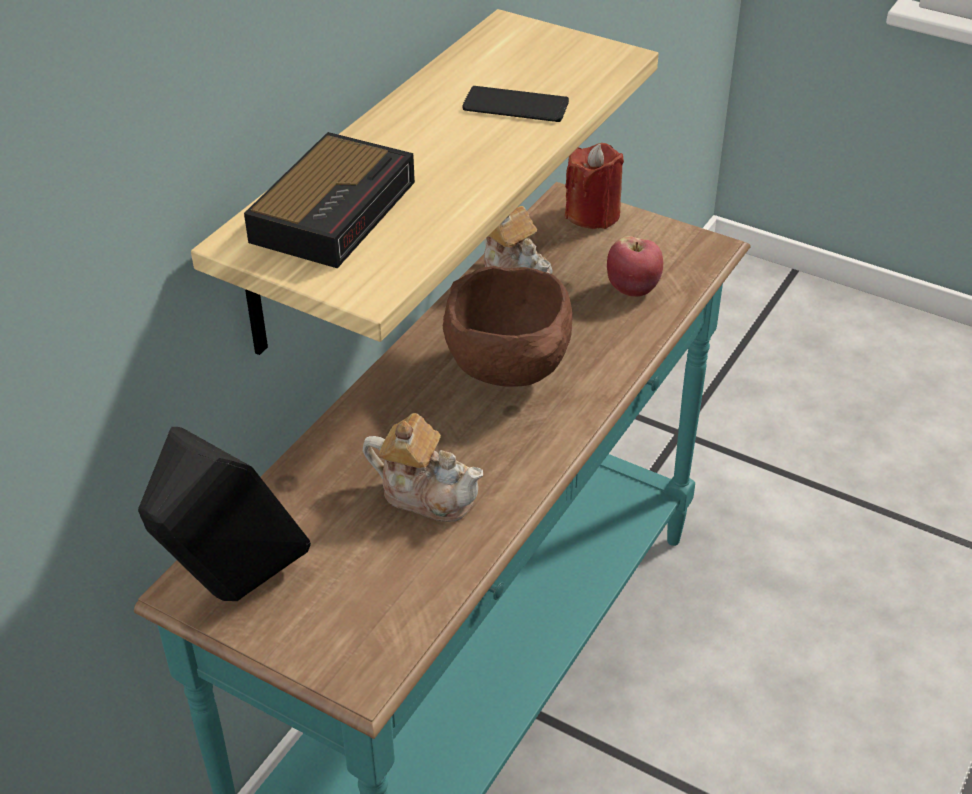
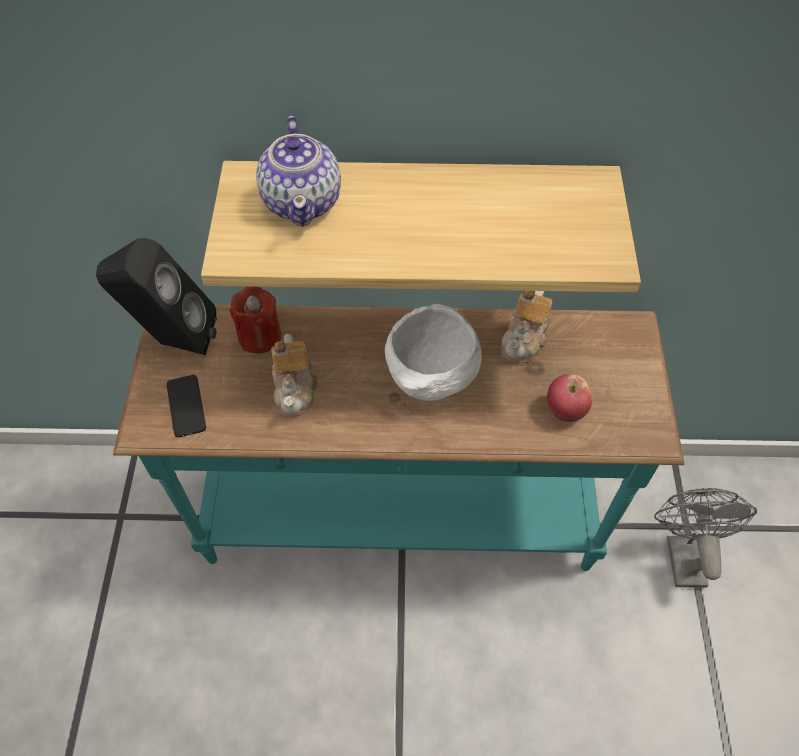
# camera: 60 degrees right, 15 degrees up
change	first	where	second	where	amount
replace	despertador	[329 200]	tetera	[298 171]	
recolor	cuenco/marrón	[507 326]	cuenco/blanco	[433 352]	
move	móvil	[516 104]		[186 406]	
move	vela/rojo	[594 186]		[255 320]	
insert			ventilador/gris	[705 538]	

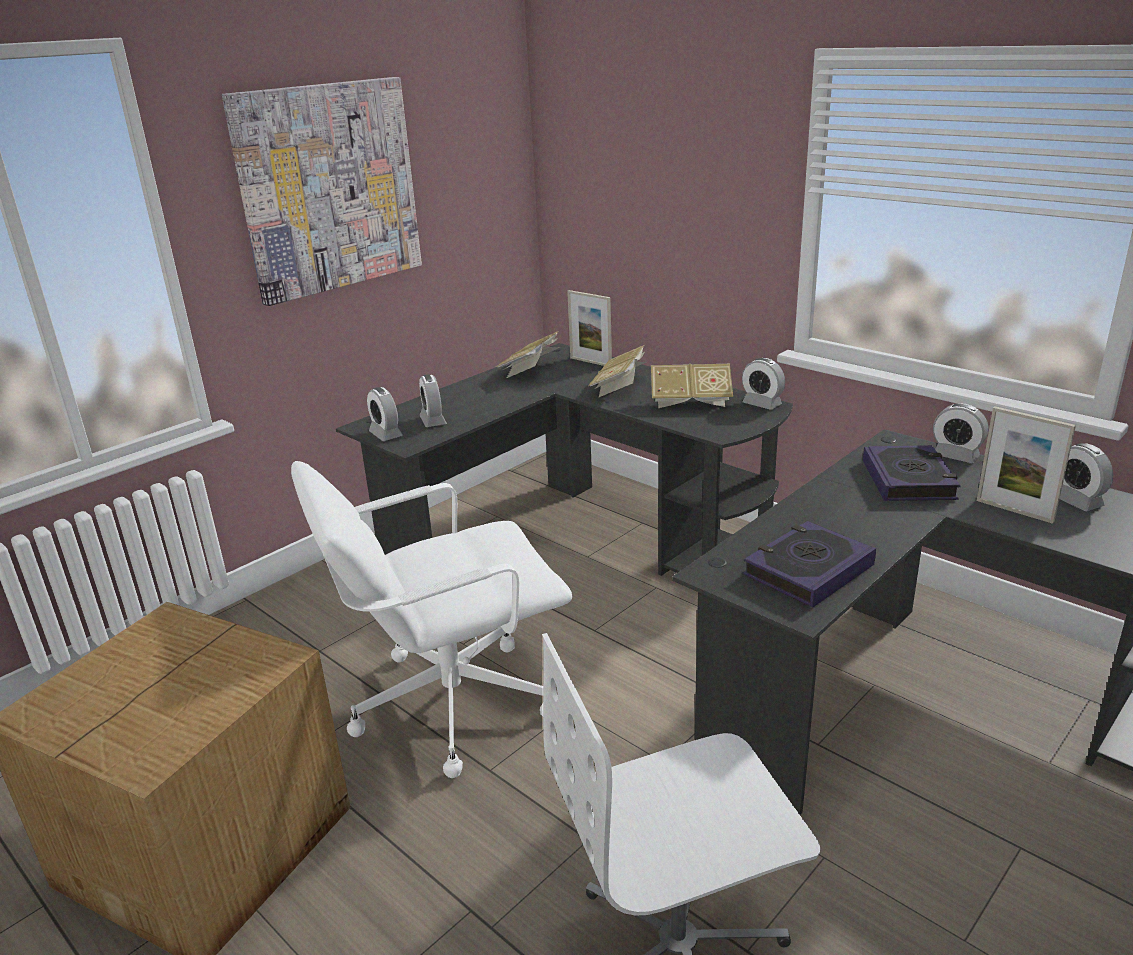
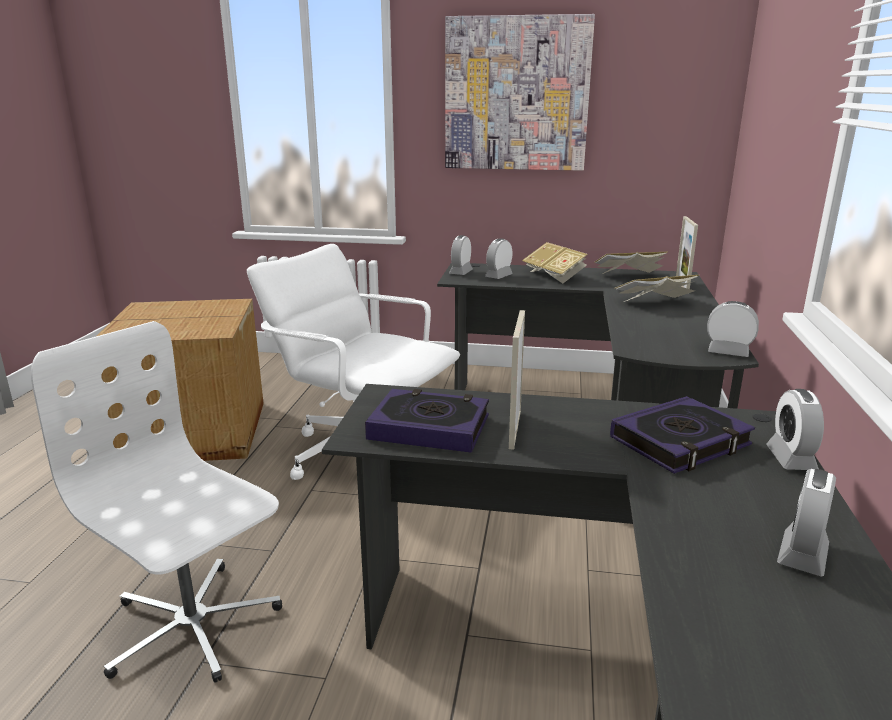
# camera: 55 degrees right, 5 degrees down
change	first	where	second	where	amount
move	libro	[692 386]		[555 263]	
rotate	despertador	[763 384]		[733 329]	105 degrees clockwise
move	portarretratos	[1026 465]		[517 380]	

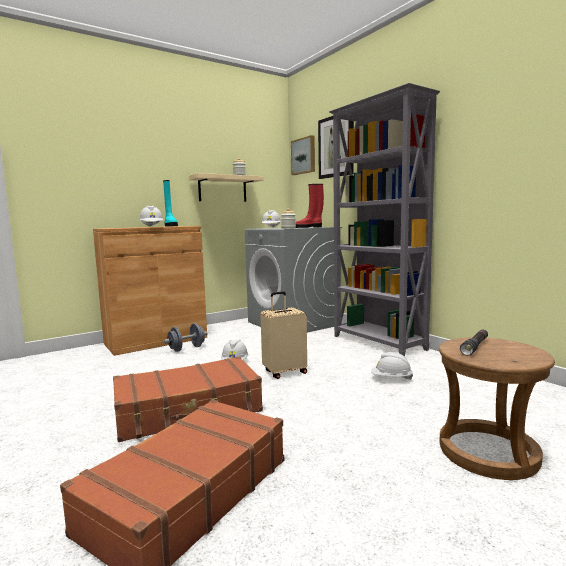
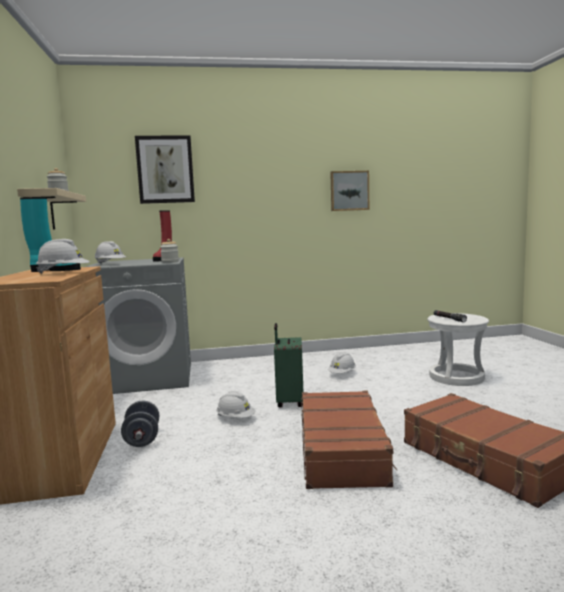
# camera: 65 degrees left, 0 degrees up
change	first	where	second	where	amount
recolor	maleta/beis	[283 335]	maleta/verde	[288 365]	
move	cuadro	[303 155]		[349 191]	
delete	estantería/gris	[384 220]			
recolor	taburete/marrón	[497 408]	taburete/blanco	[458 349]	

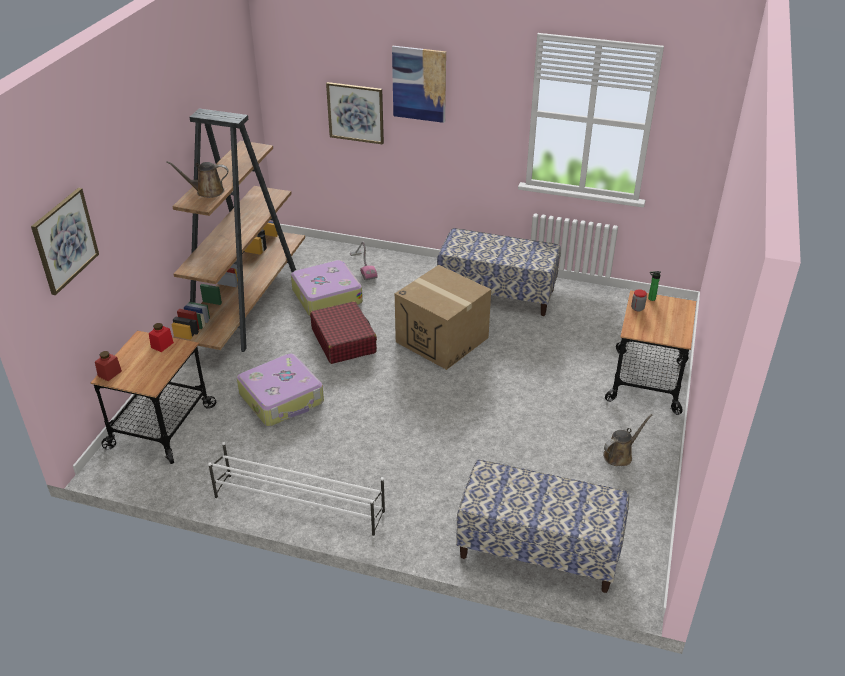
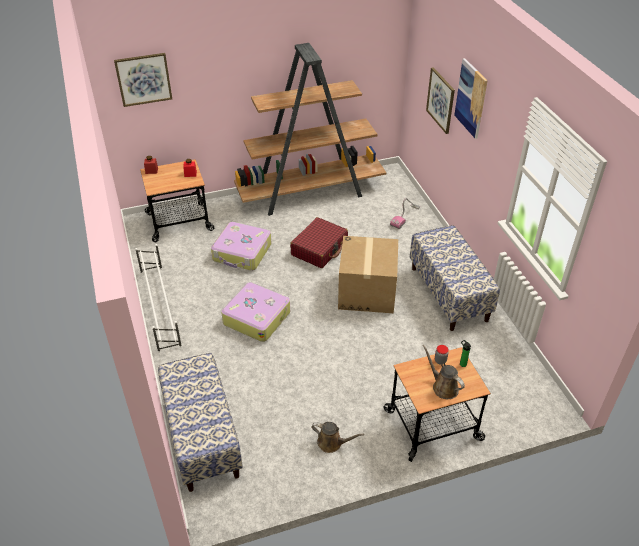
# camera: 55 degrees right, 5 degrees up
change	first	where	second	where	amount
move	regadera/marrón	[197 179]		[444 372]	
move	maleta	[327 288]		[255 312]	

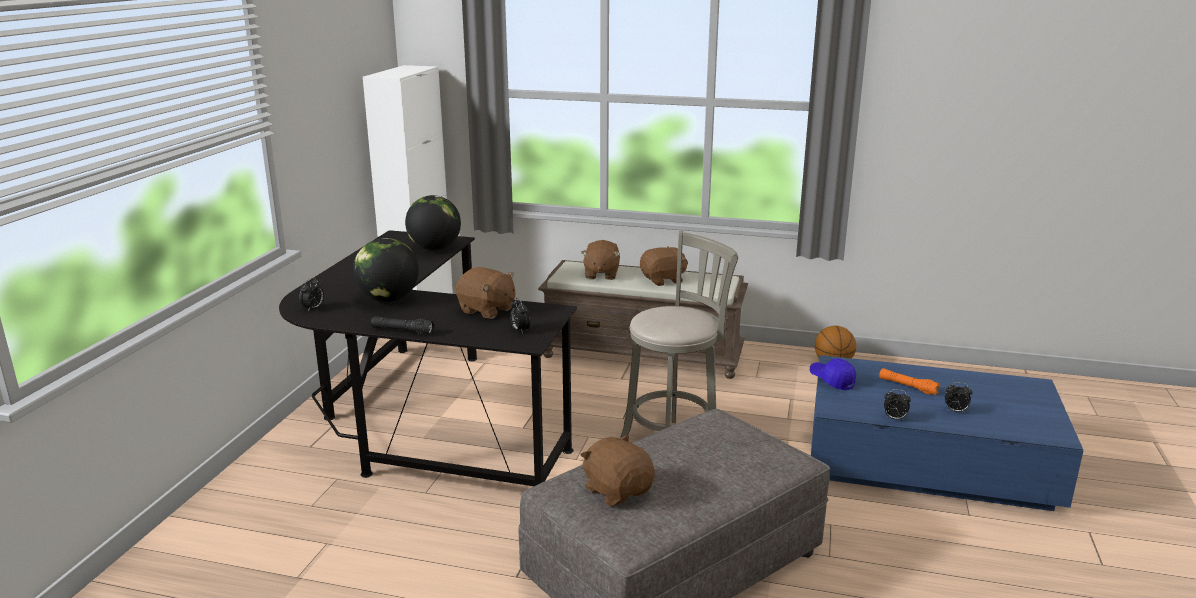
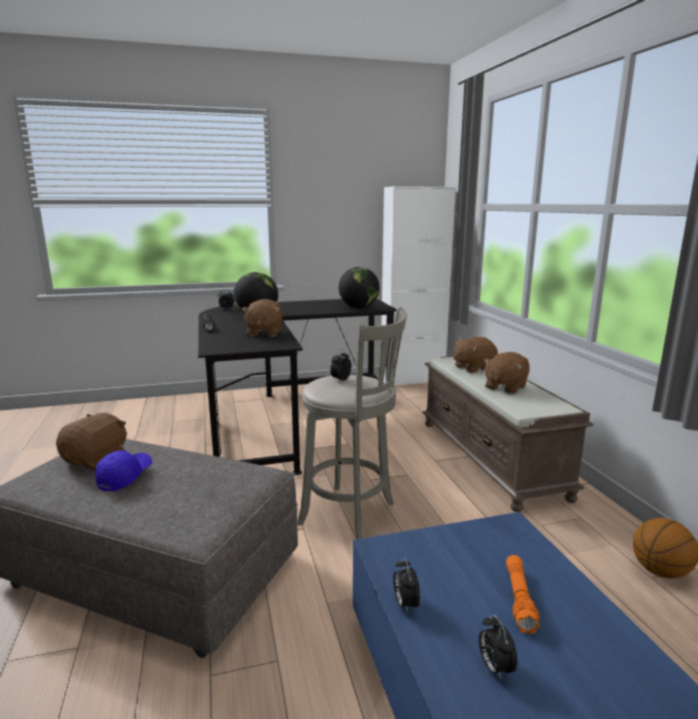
# camera: 60 degrees right, 5 degrees down
change	first	where	second	where	amount
move	despertador	[520 316]		[340 365]	
rotate	peluche/marrón	[664 266]		[506 373]	90 degrees clockwise
move	gorra/azul	[833 374]		[123 470]	

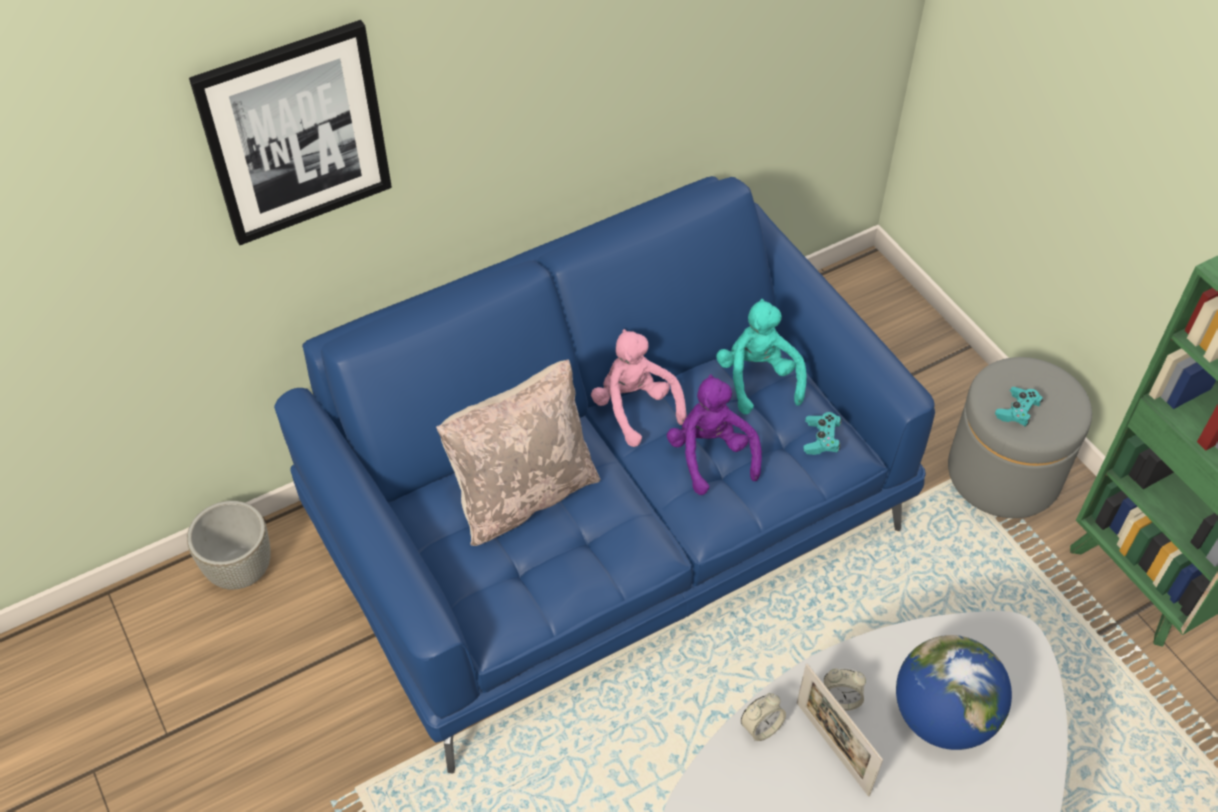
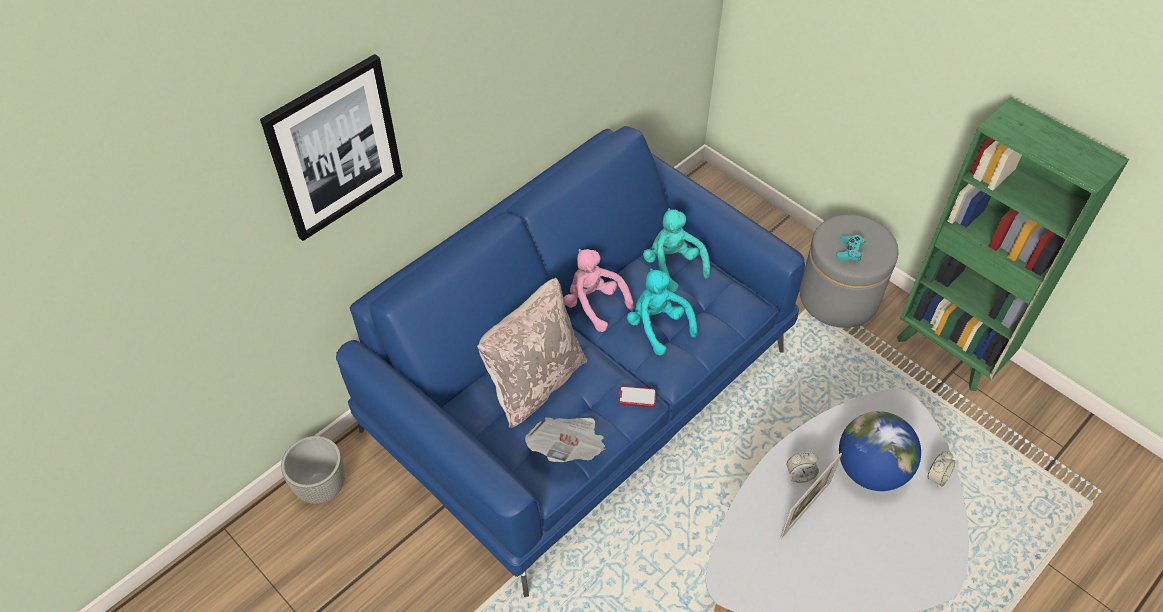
# camera: 15 degrees left, 0 degrees up
change	first	where	second	where	amount
recolor	peluche/morado	[714 434]	peluche/turquesa	[662 312]	
move	despertador	[763 717]		[941 469]	
rotate	portarretratos	[840 729]		[811 496]	90 degrees counterclockwise
delete	mando de consola/turquesa	[822 433]			
insert			periódico	[565 439]	
insert			móvil	[637 396]	

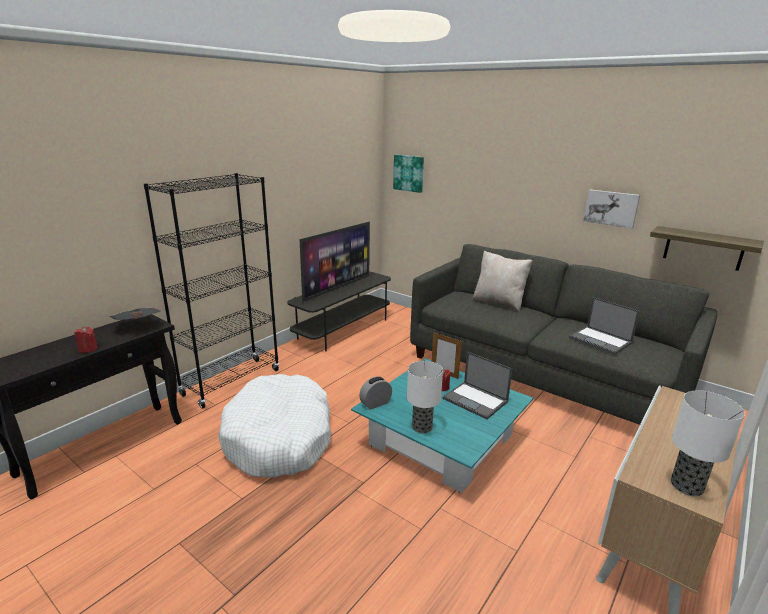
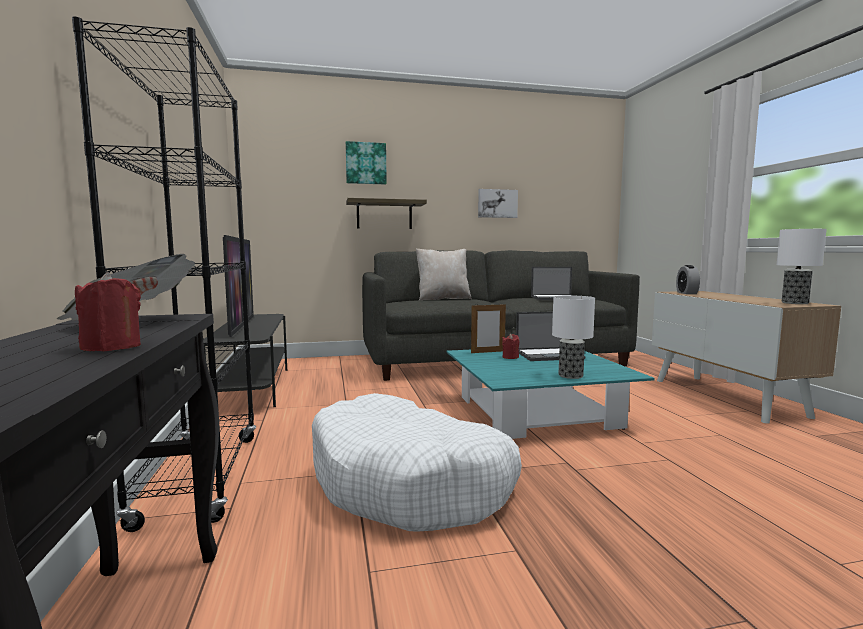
# camera: 50 degrees left, 15 degrees down
change	first	where	second	where	amount
move	despertador	[375 393]		[688 279]	
move	cuadro	[408 174]		[366 163]	
move	estante	[707 248]		[386 213]	

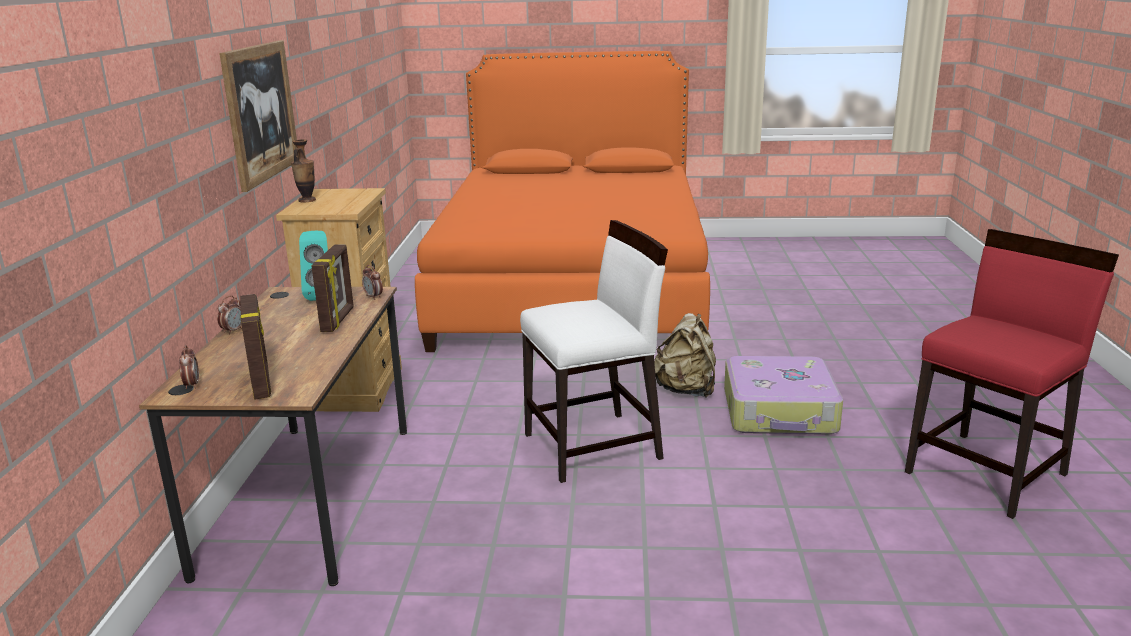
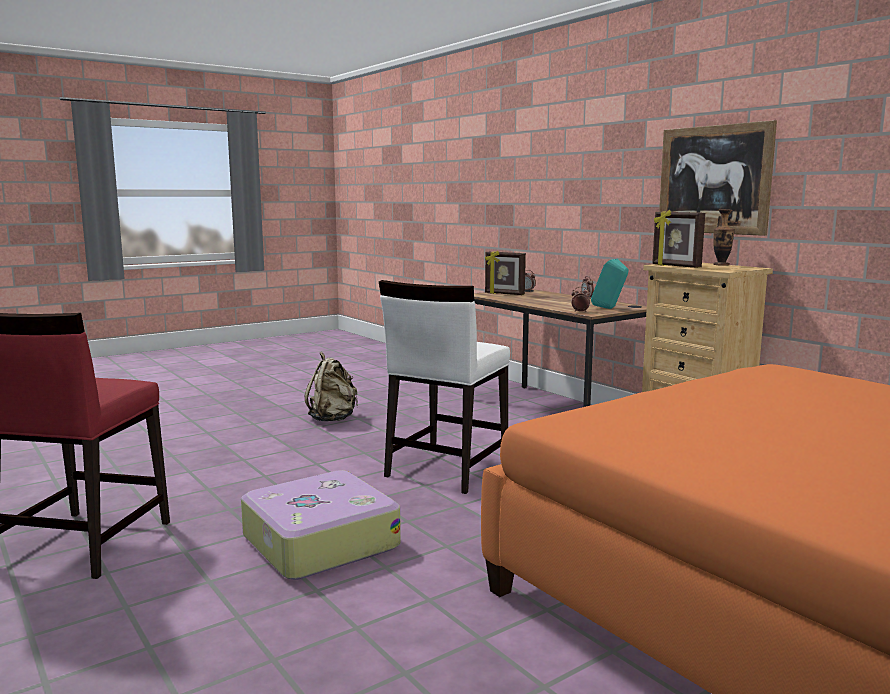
# camera: 140 degrees right, 10 degrees down
change	first	where	second	where	amount
move	portarretratos	[333 288]		[678 239]	
move	mochila/beis	[685 355]		[331 386]	

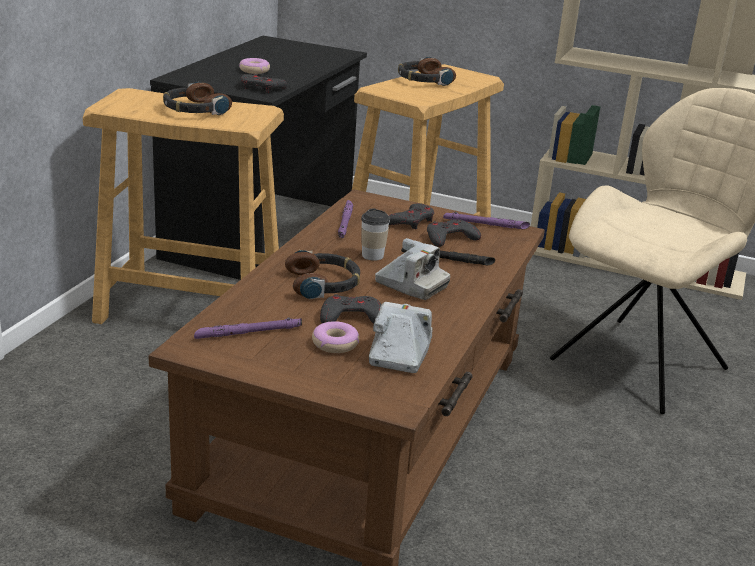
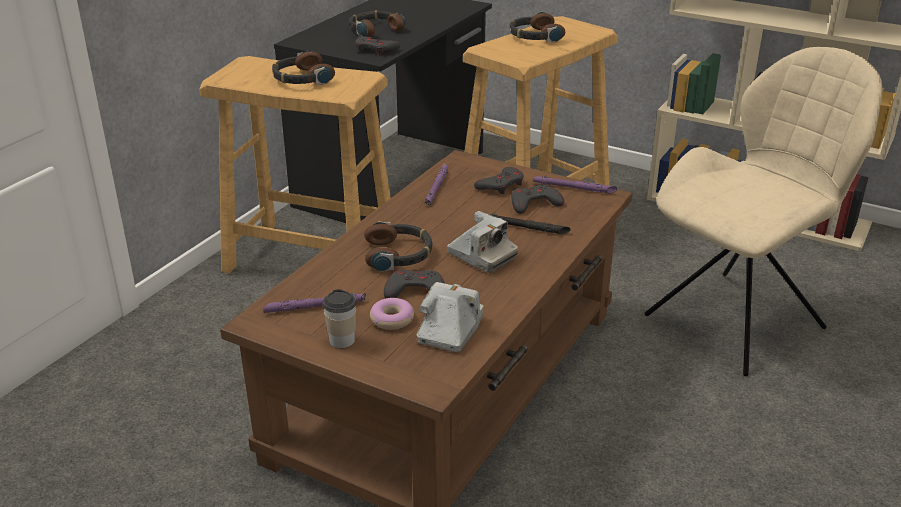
# camera: 10 degrees right, 5 degrees up
change	first	where	second	where	amount
replace	rosquilla	[254 66]	auriculares	[377 24]	
move	taza	[375 234]		[339 318]	

